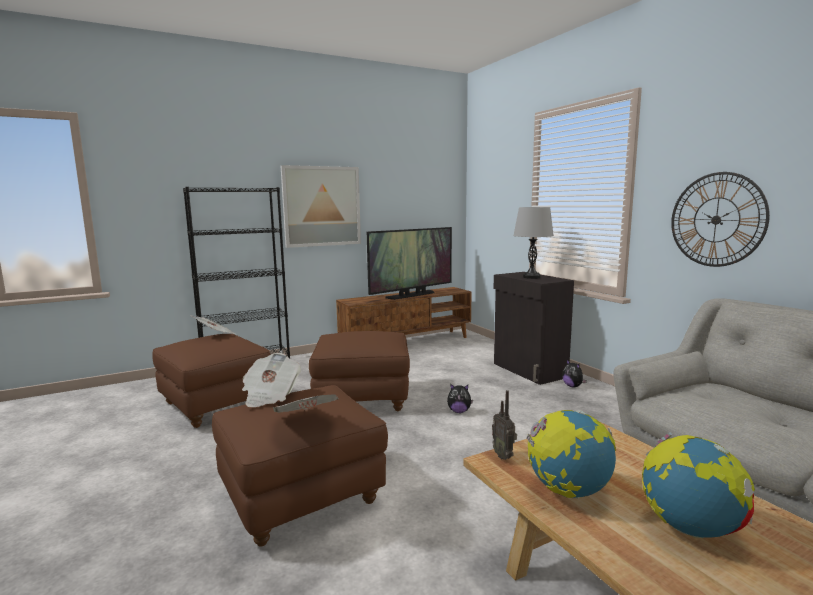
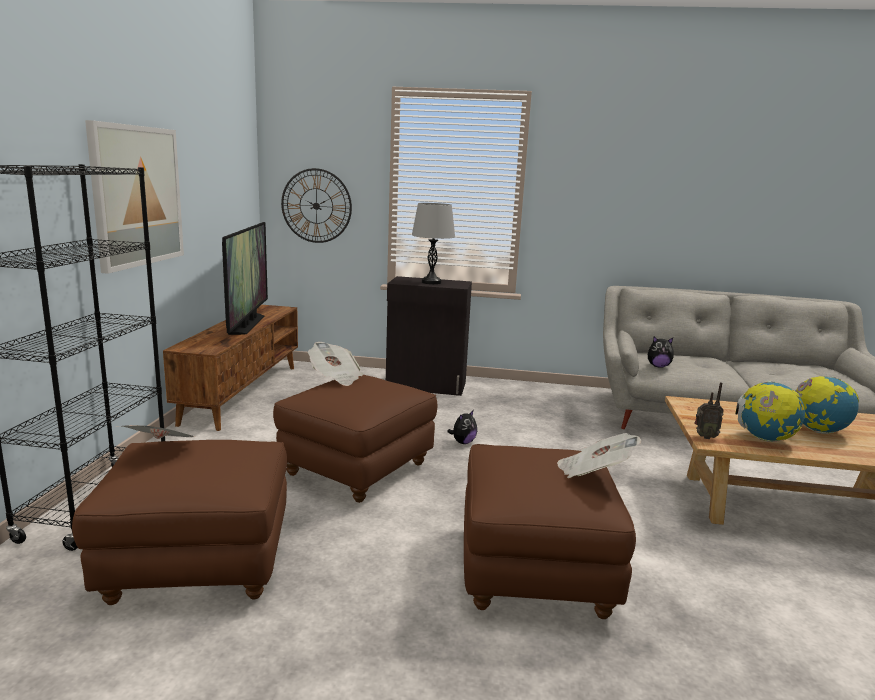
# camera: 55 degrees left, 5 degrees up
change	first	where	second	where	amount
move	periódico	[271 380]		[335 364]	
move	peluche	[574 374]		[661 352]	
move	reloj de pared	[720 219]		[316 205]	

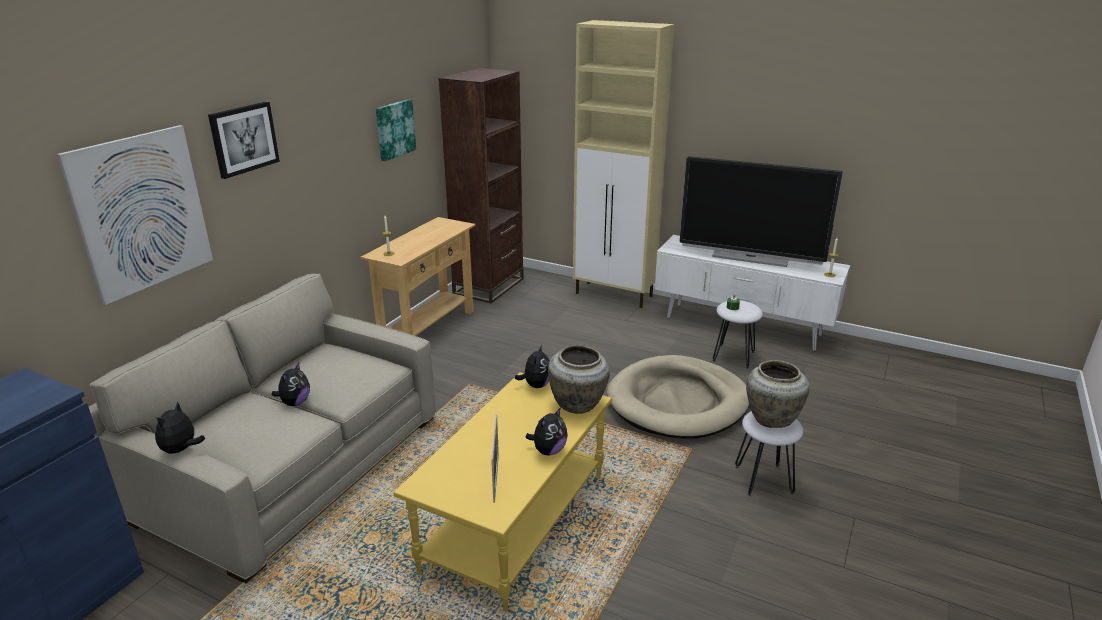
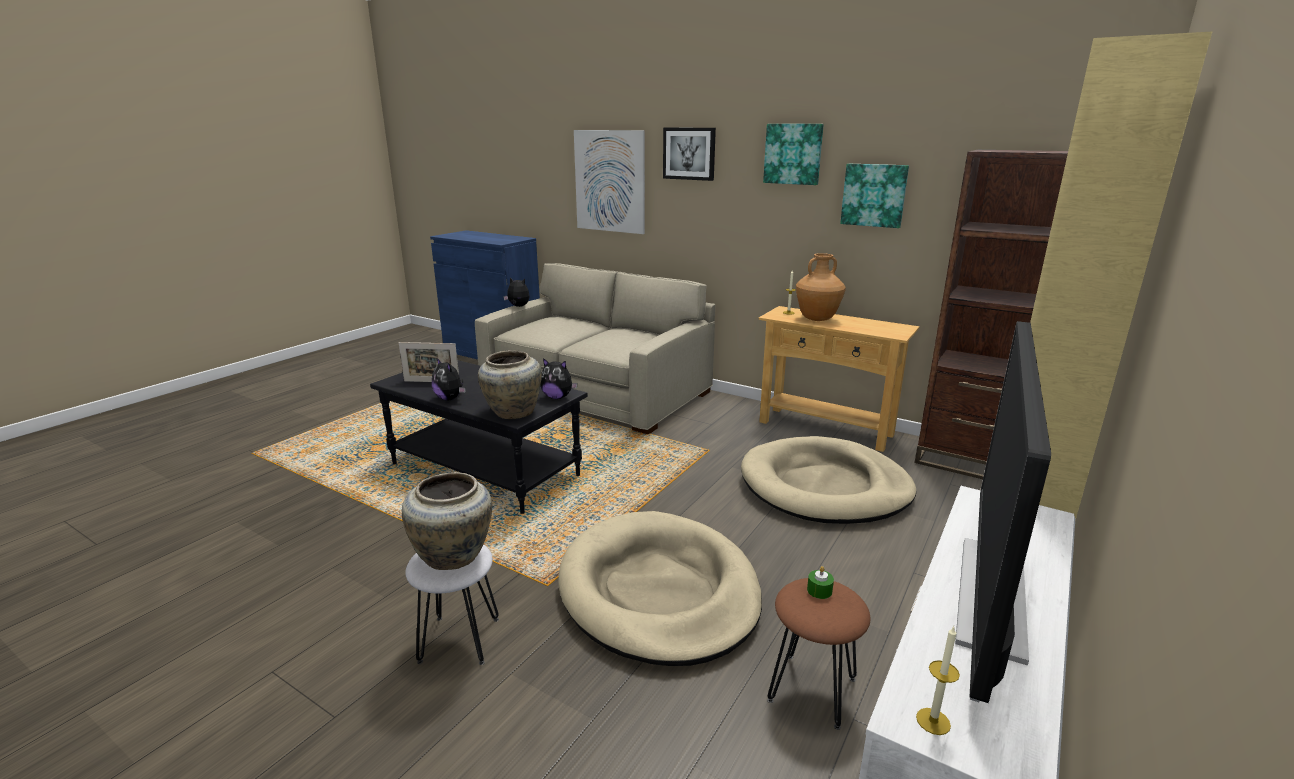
# camera: 95 degrees right, 5 degrees down
change	first	where	second	where	amount
delete	peluche	[291 384]			
recolor	mesa de centro/amarillo	[502 492]	mesa de centro/negro	[479 437]	
recolor	taburete/blanco	[737 334]	taburete/marrón	[818 654]	
insert			cama para perro/beis	[828 480]	
insert			cuadro	[793 154]	
insert			florero/marrón	[821 287]	

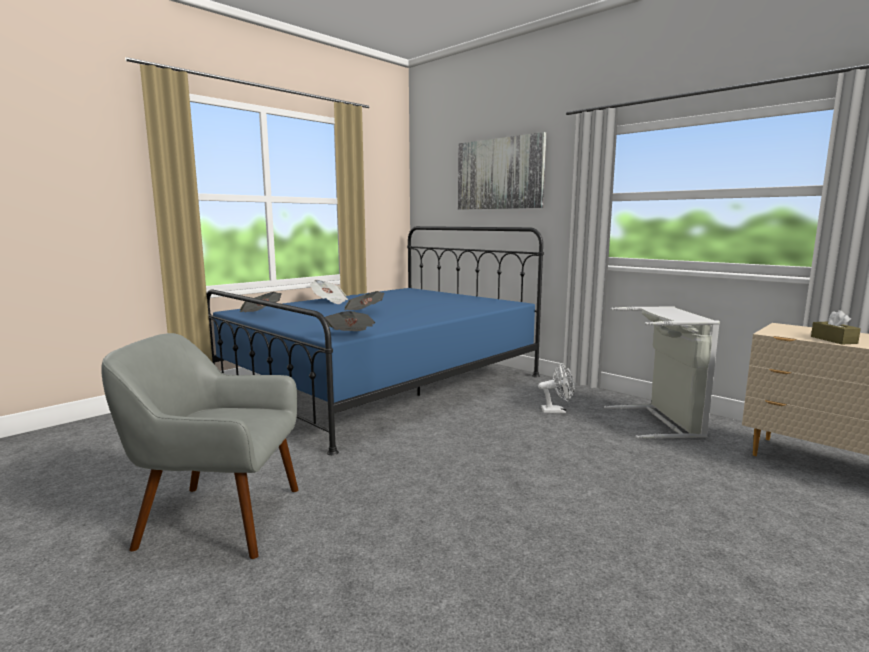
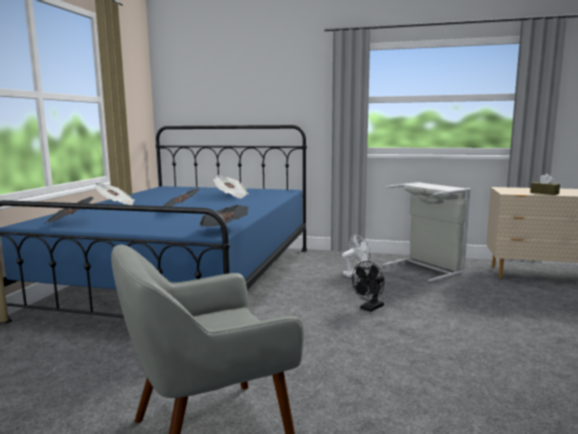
# camera: 30 degrees left, 0 degrees up
change	first	where	second	where	amount
delete	cuadro	[502 171]			
insert			periódico	[231 186]	
insert			ventilador/negro	[368 286]	

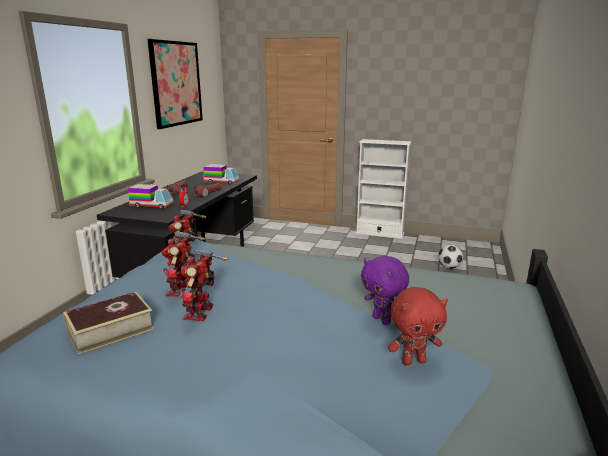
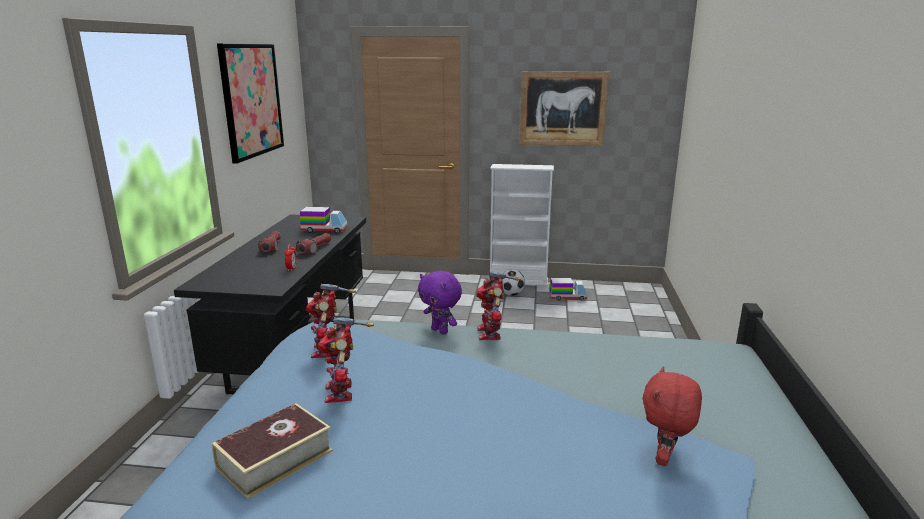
# camera: 10 degrees left, 0 degrees up
change	first	where	second	where	amount
move	camión de juguete	[151 196]		[568 289]	
move	robot de juguete	[203 285]		[498 305]	
move	peluche/morado	[385 290]		[440 302]	
rotate	peluche/rojo	[418 326]		[672 416]	135 degrees clockwise
move	balón de fútbol	[450 257]		[513 282]	
insert			cuadro	[564 108]	

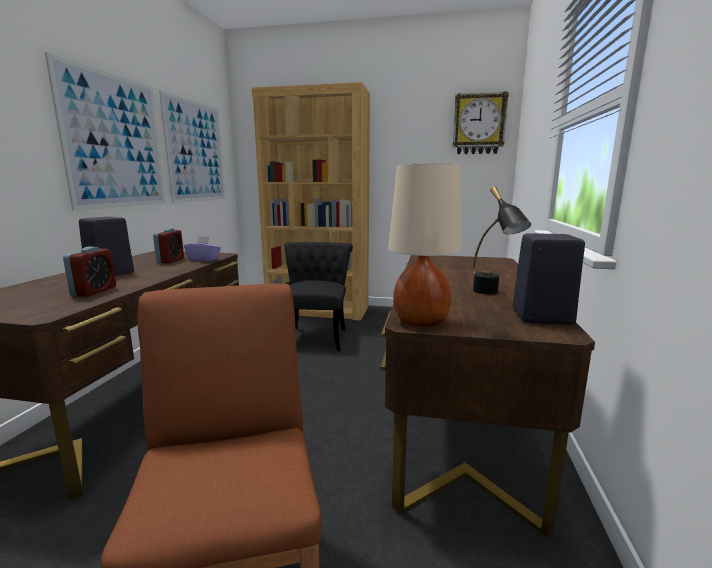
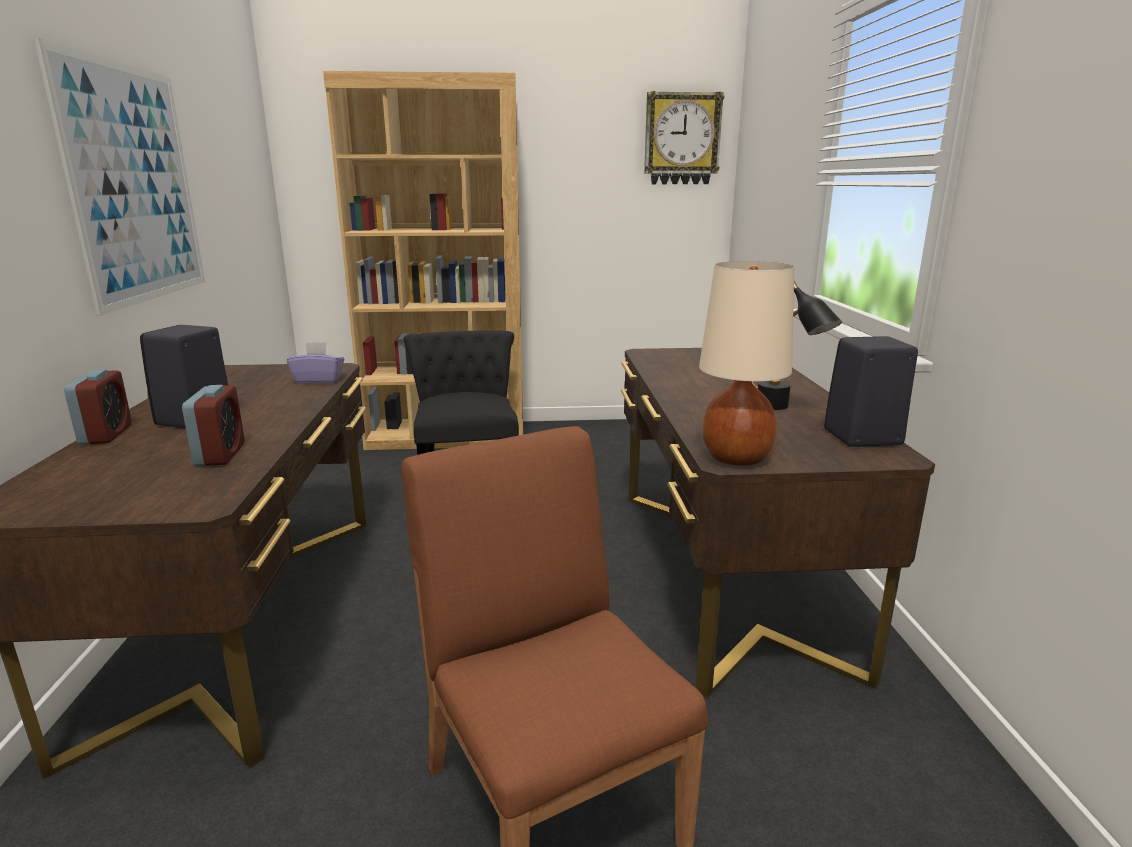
# camera: 15 degrees left, 5 degrees up
change	first	where	second	where	amount
move	despertador	[168 245]		[98 407]	
delete	cuadro	[192 146]			

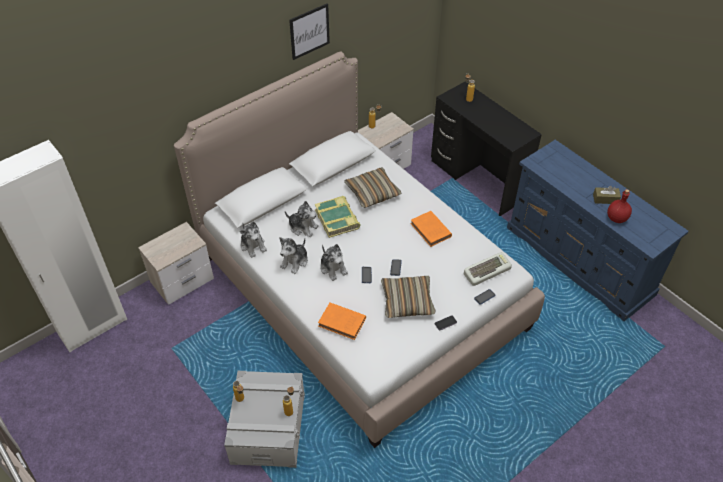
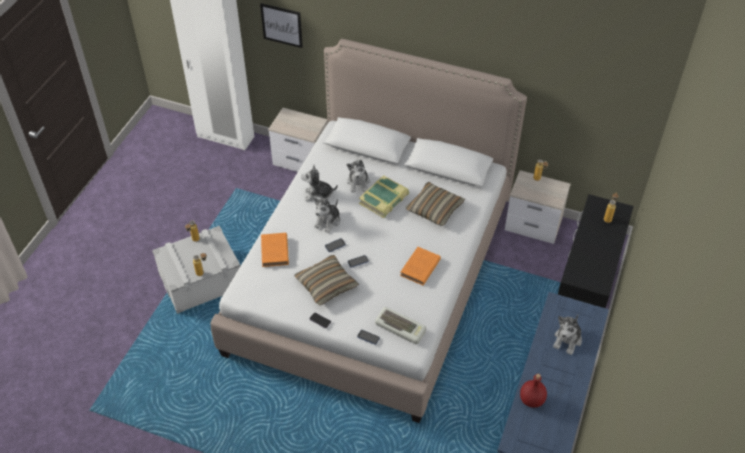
# camera: 60 degrees right, 0 degrees up
change	first	where	second	where	amount
move	peluche	[253 239]		[567 334]	
move	cuadro	[309 31]		[281 25]	
delete	caja de pañuelos/marrón	[607 195]			

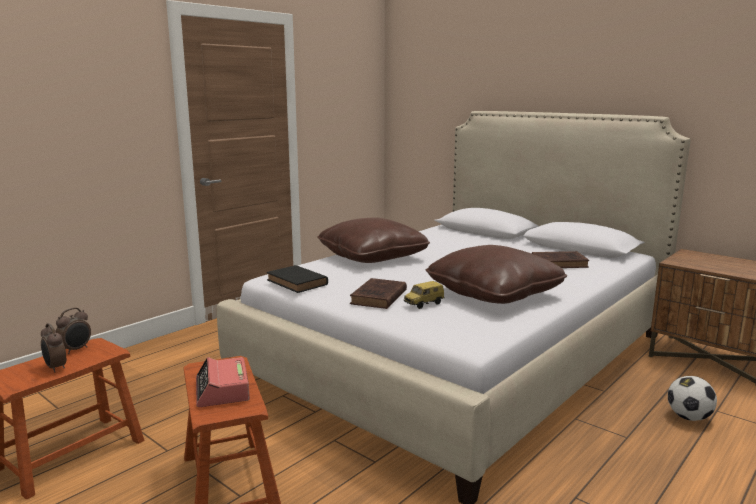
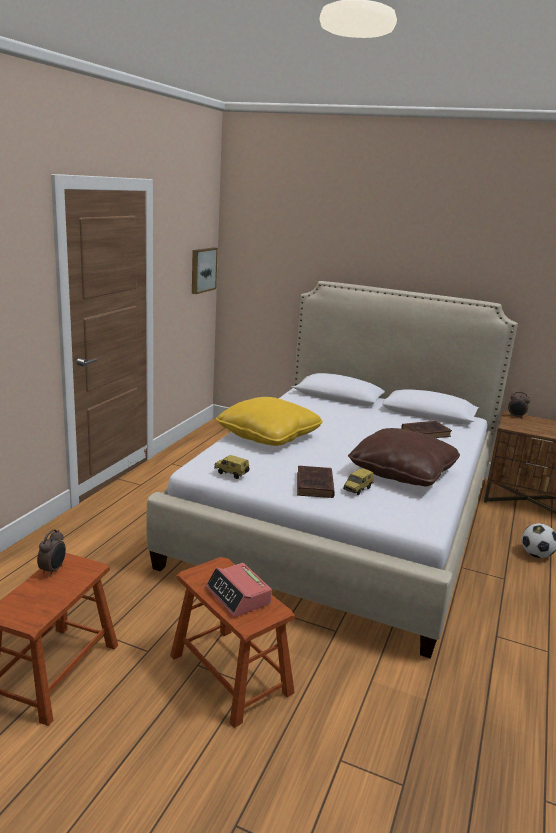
# camera: 20 degrees left, 5 degrees up
change	first	where	second	where	amount
move	despertador	[53 348]		[519 405]	
replace	libro/negro	[297 279]	coche de juguete	[232 467]	
recolor	cojín/marrón	[373 240]	cojín/amarillo	[269 421]	
insert			cuadro	[205 270]	

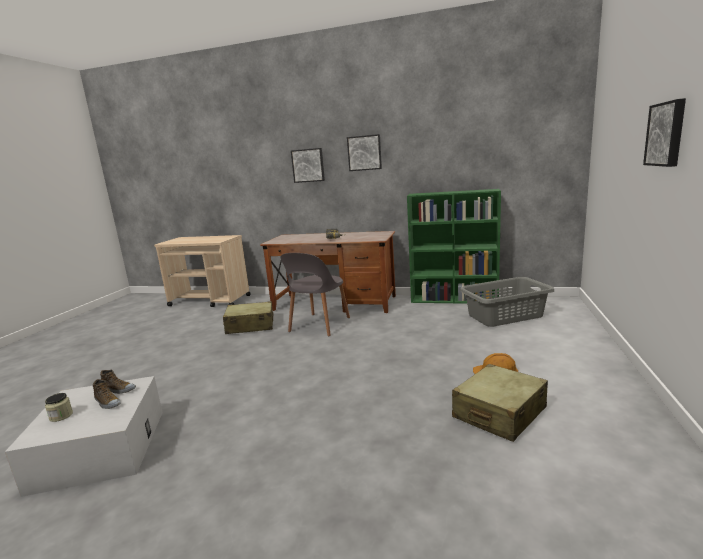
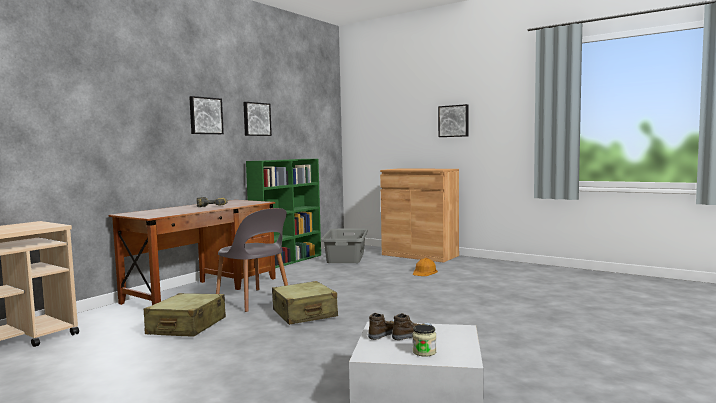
# camera: 70 degrees left, 10 degrees down
change	first	where	second	where	amount
move	cuadro	[308 165]		[257 119]	
move	maleta/beis	[500 403]		[305 303]	
insert			armario/marrón	[419 215]	

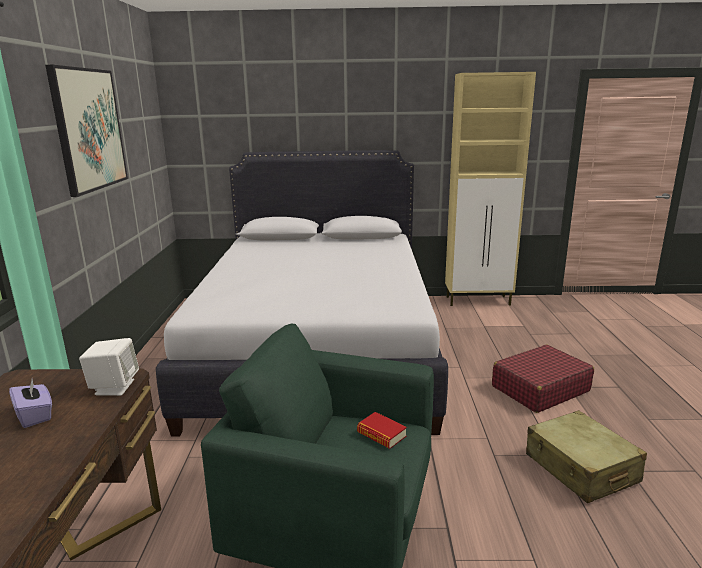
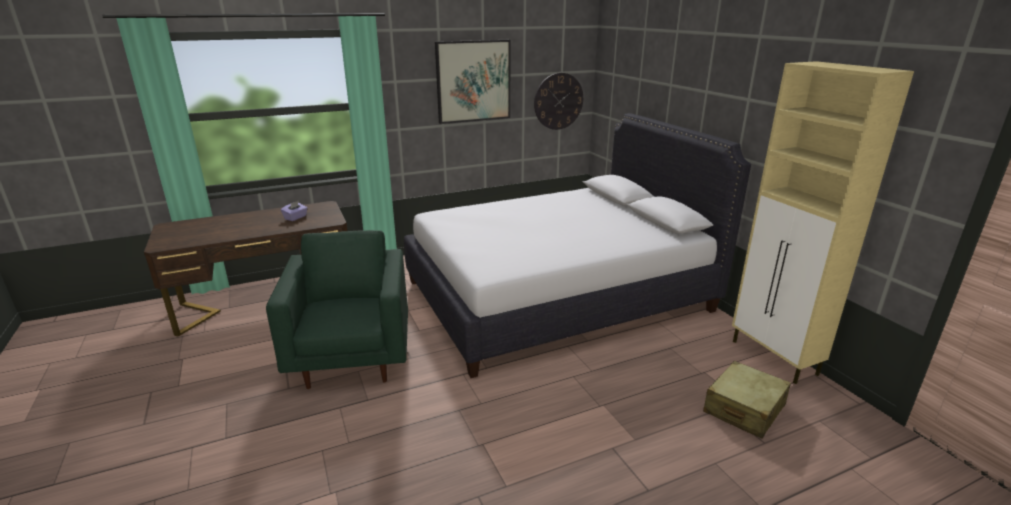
# camera: 65 degrees right, 5 degrees up
change	first	where	second	where	amount
delete	altavoz/blanco	[109 367]			
delete	libro	[382 430]			
delete	maleta/rojo	[543 379]			
move	maleta/beis	[586 456]		[747 399]	
insert			reloj de pared	[558 101]	

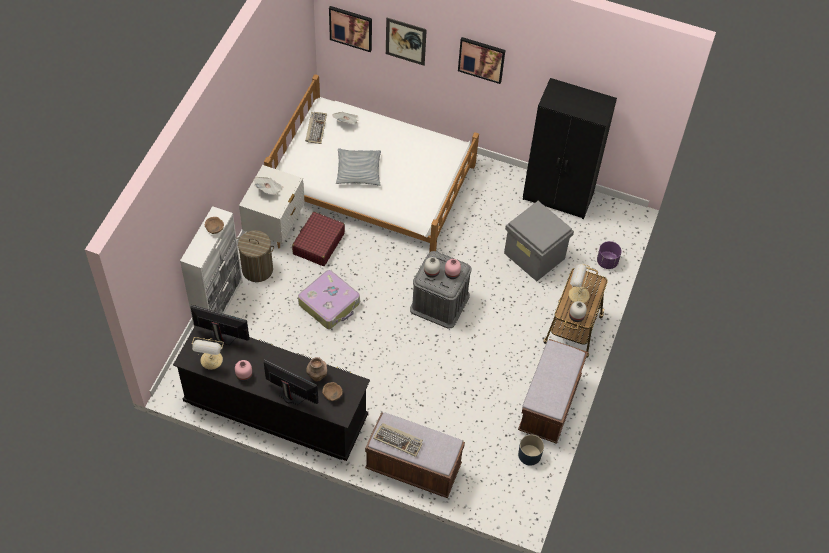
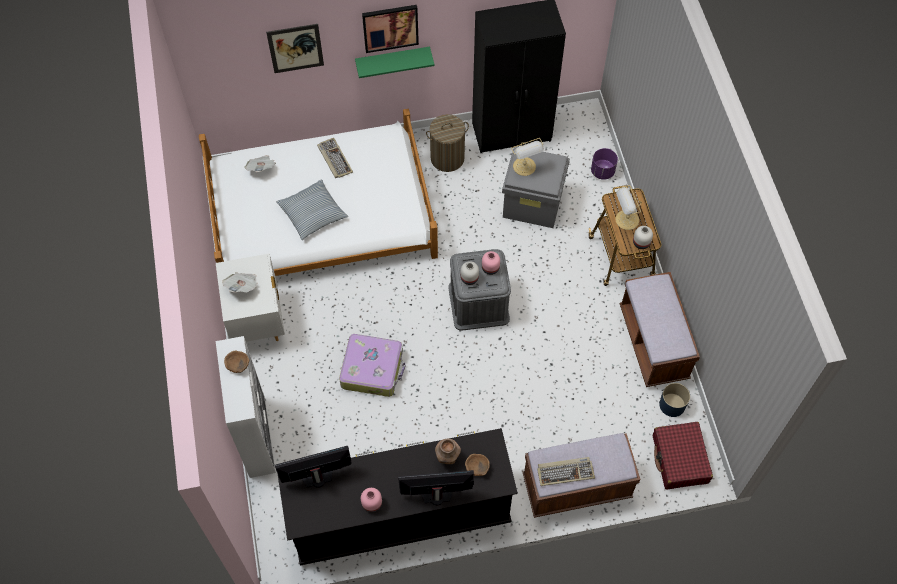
# camera: 30 degrees left, 5 degrees up
change	first	where	second	where	amount
move	lámpara de mesa	[208 353]		[527 157]	
move	cesto de la ropa	[255 256]		[447 143]	
move	maleta/rojo	[318 239]		[683 456]	
move	teclado	[316 128]		[335 158]	
delete	cuadro	[350 29]			
insert			estante/verde	[395 62]	

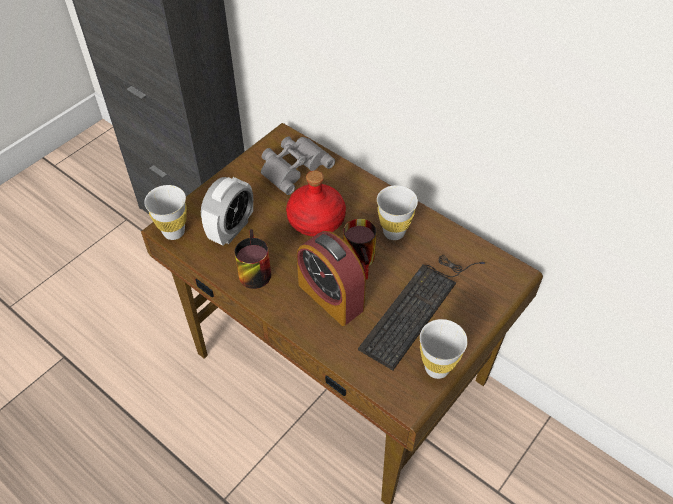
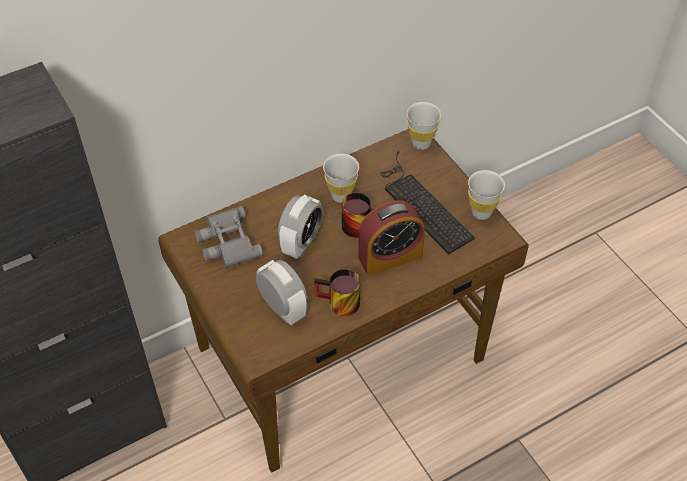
# camera: 70 degrees left, 0 degrees up
change	first	where	second	where	amount
move	taza/blanco	[165 212]		[424 126]	
replace	botella/rojo	[316 204]	despertador	[300 227]	

